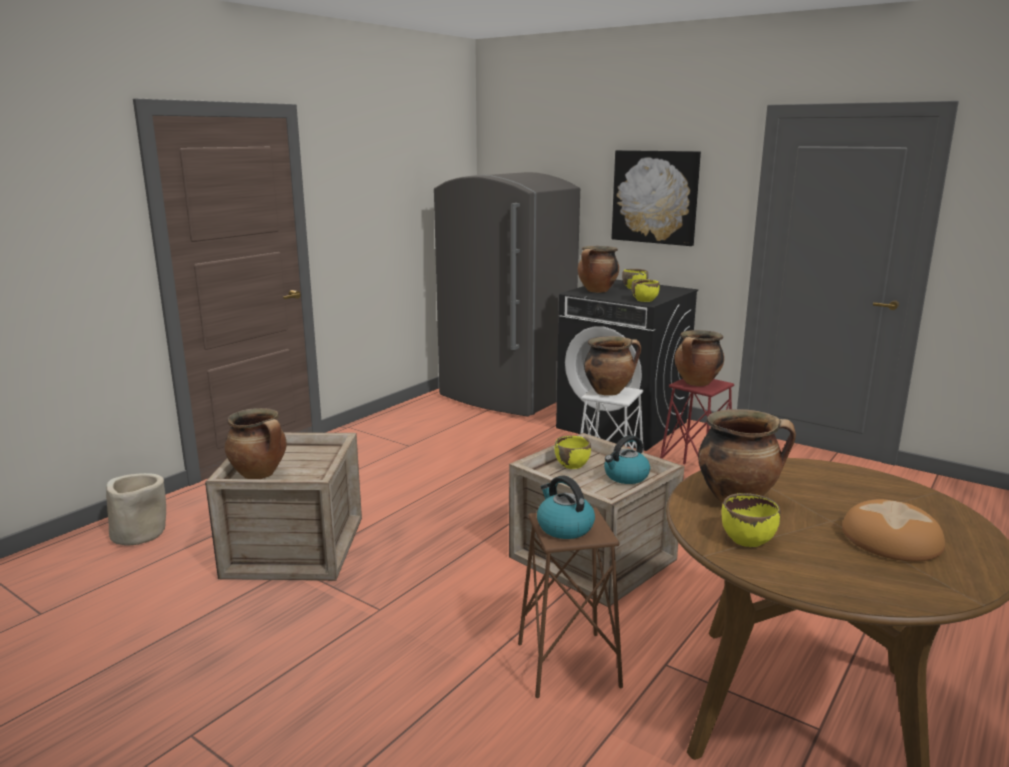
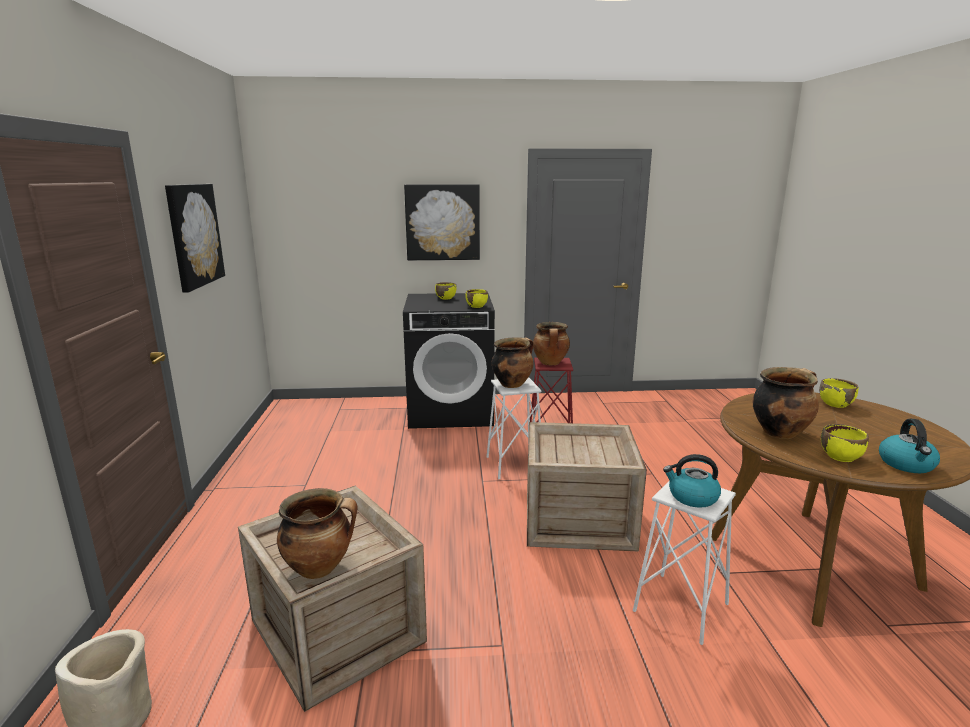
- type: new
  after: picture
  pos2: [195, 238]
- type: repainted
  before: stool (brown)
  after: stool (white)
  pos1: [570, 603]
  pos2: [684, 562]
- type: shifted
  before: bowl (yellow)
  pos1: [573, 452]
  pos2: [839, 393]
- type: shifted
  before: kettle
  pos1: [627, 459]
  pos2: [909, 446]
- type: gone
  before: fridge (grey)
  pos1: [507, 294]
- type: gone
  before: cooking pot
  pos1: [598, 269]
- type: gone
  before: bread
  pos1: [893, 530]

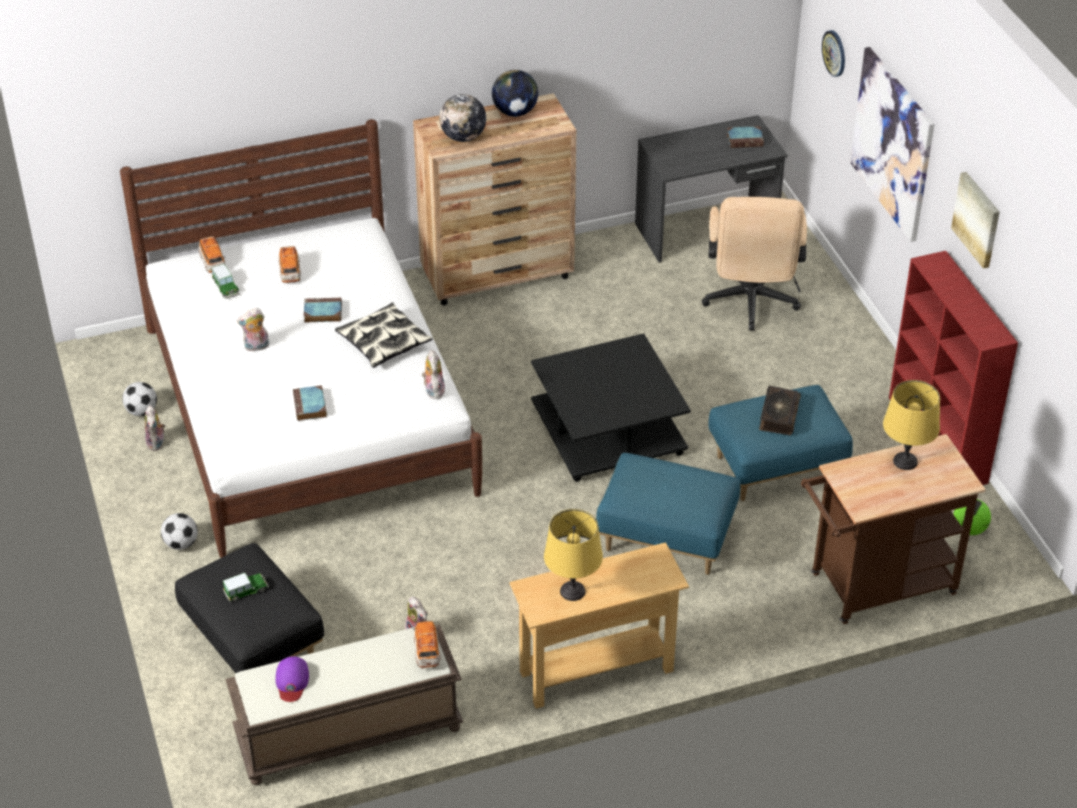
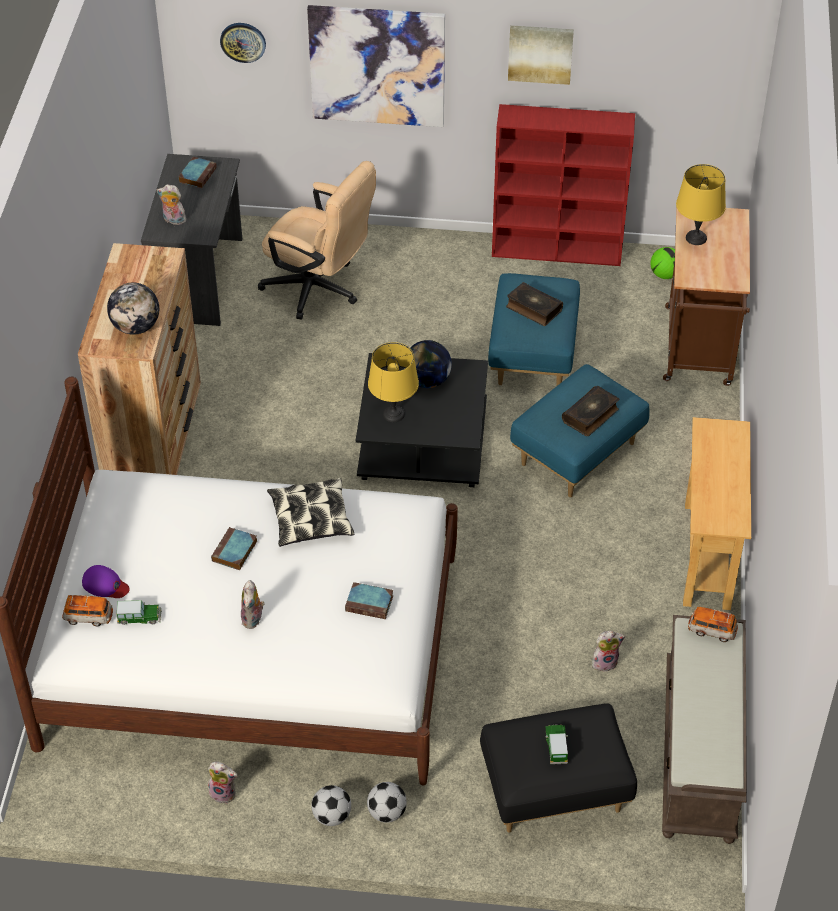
- type: shifted
  before: cap (purple)
  pos1: [292, 679]
  pos2: [106, 581]
- type: shifted
  before: plush toy
  pos1: [433, 374]
  pos2: [172, 204]
- type: shifted
  before: football
  pos1: [139, 399]
  pos2: [331, 805]
- type: shifted
  before: table lamp (yellow)
  pos1: [573, 555]
  pos2: [393, 382]
- type: shifted
  before: globe
  pos1: [515, 93]
  pos2: [428, 364]
- type: new
  after: book
  pos2: [591, 411]
- type: gone
  before: toy car
  pos1: [290, 264]

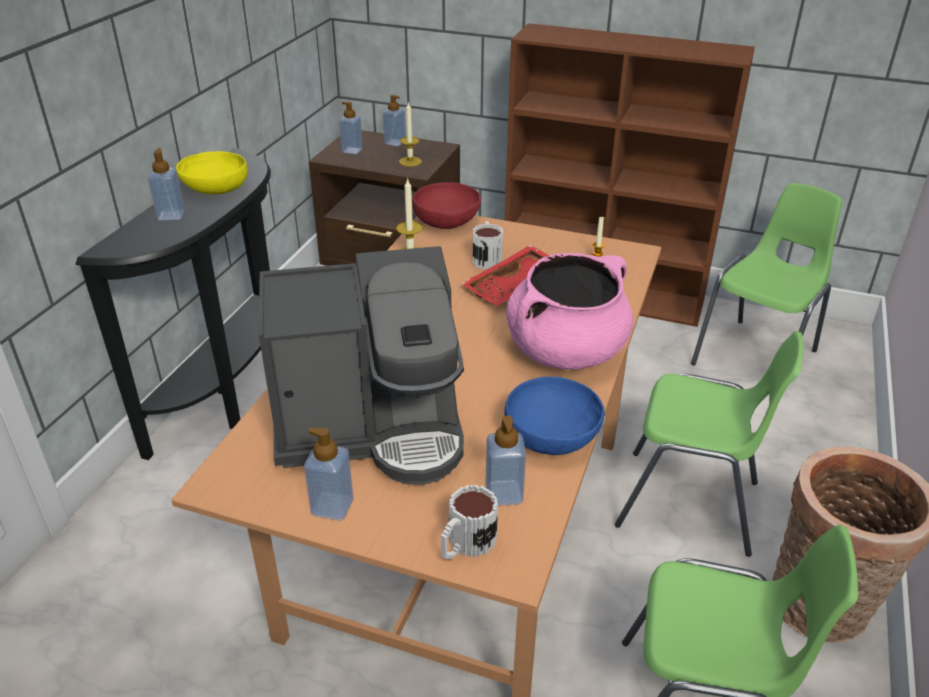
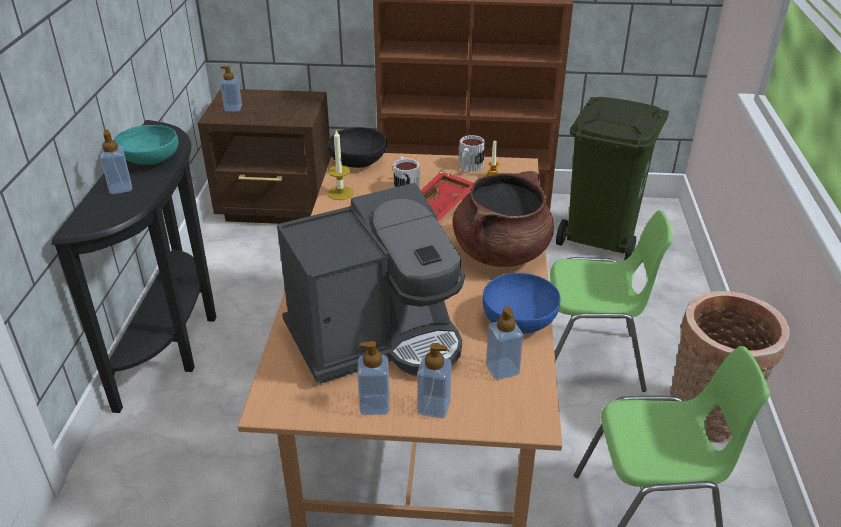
- type: repainted
  before: bowl (yellow)
  after: bowl (turquoise)
  pos1: [212, 172]
  pos2: [146, 145]
- type: repainted
  before: bowl (red)
  after: bowl (black)
  pos1: [446, 205]
  pos2: [357, 147]
- type: shifted
  before: soap dispenser
  pos1: [394, 120]
  pos2: [434, 380]
- type: repainted
  before: cooking pot (pink)
  after: cooking pot (brown)
  pos1: [569, 311]
  pos2: [503, 219]
- type: shifted
  before: mug
  pos1: [469, 522]
  pos2: [472, 154]
- type: swapped
  before: chair (green)
  after: trash can (green)
  pos1: [766, 274]
  pos2: [612, 178]
- type: gone
  before: candle
  pos1: [410, 134]

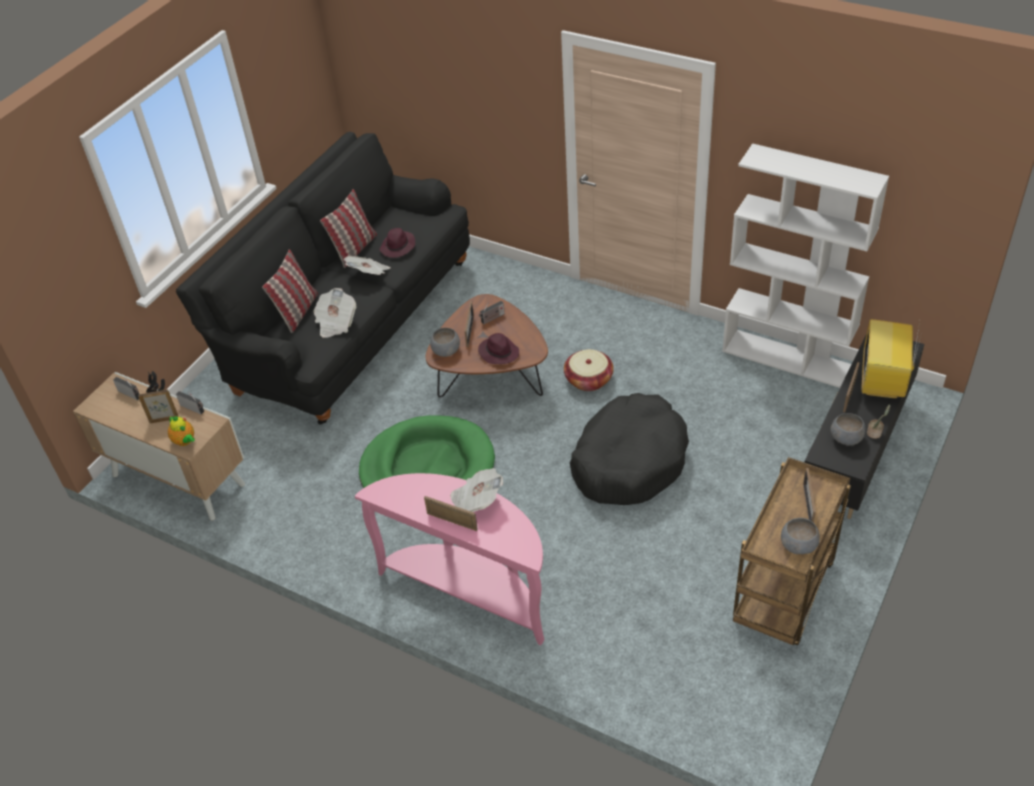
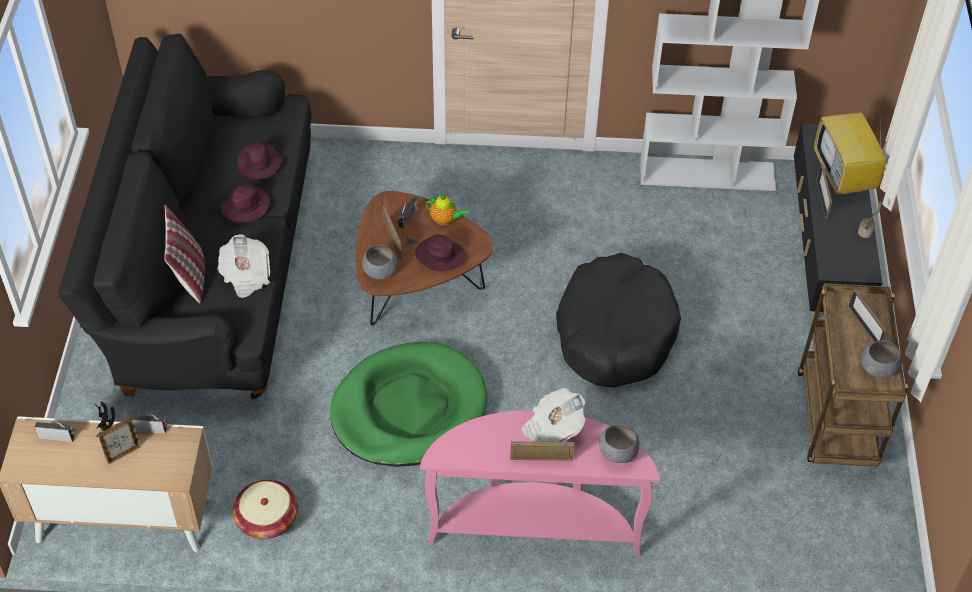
- type: swapped
  before: newspaper
  after: hat (purple)
  pos1: [367, 265]
  pos2: [245, 203]
- type: shifted
  before: basket
  pos1: [589, 370]
  pos2: [265, 509]
- type: shifted
  before: teapot
  pos1: [181, 431]
  pos2: [448, 210]
- type: shifted
  before: bowl (grey)
  pos1: [848, 429]
  pos2: [619, 443]
- type: gone
  before: pillow
  pos1: [348, 228]

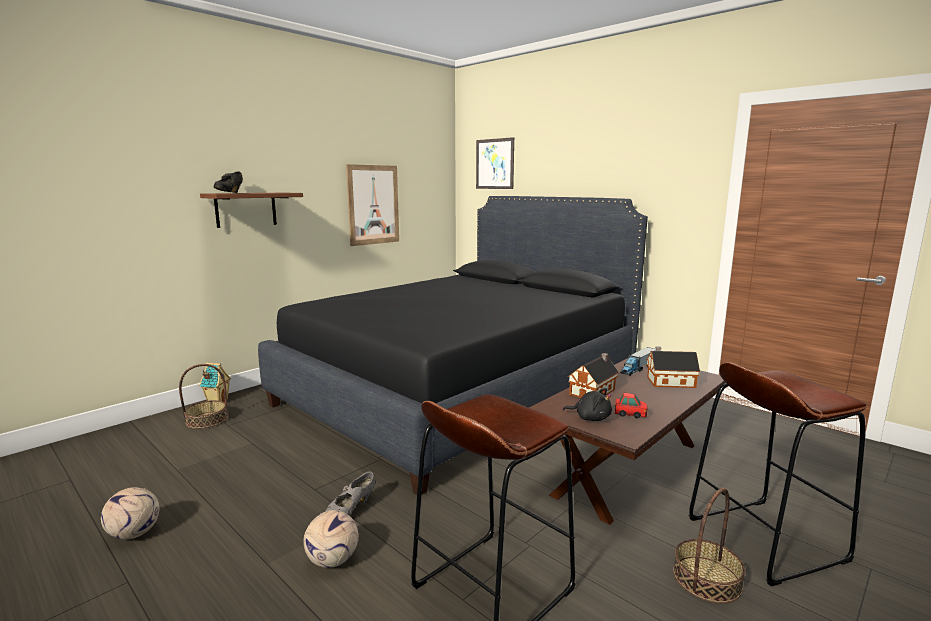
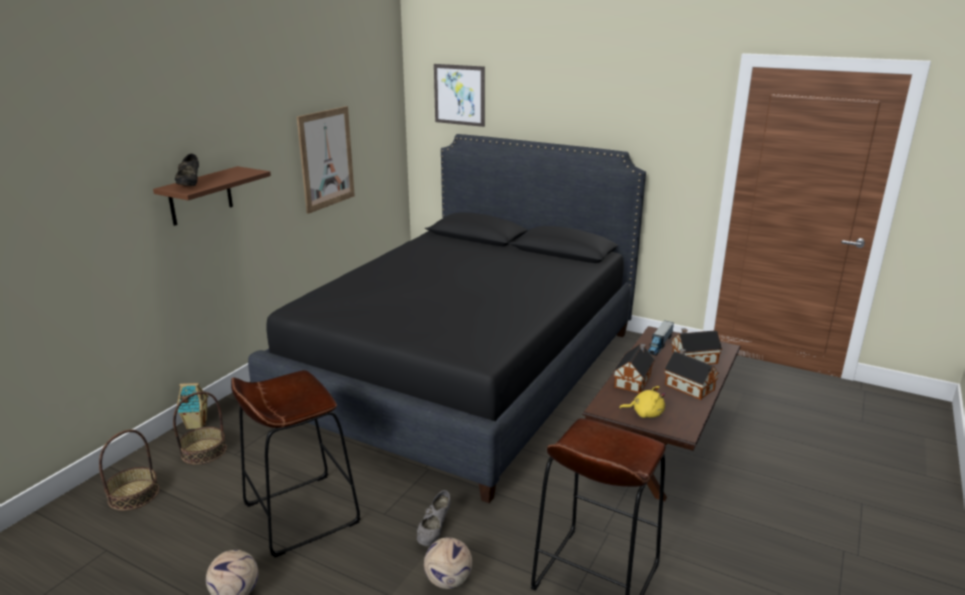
- type: shifted
  before: basket
  pos1: [709, 545]
  pos2: [129, 470]
- type: shifted
  before: stool (brown)
  pos1: [778, 474]
  pos2: [296, 464]
- type: repainted
  before: plush toy (black)
  after: plush toy (yellow)
  pos1: [587, 404]
  pos2: [642, 402]
- type: new
  after: toy house
  pos2: [691, 374]
- type: gone
  before: toy car
  pos1: [631, 405]

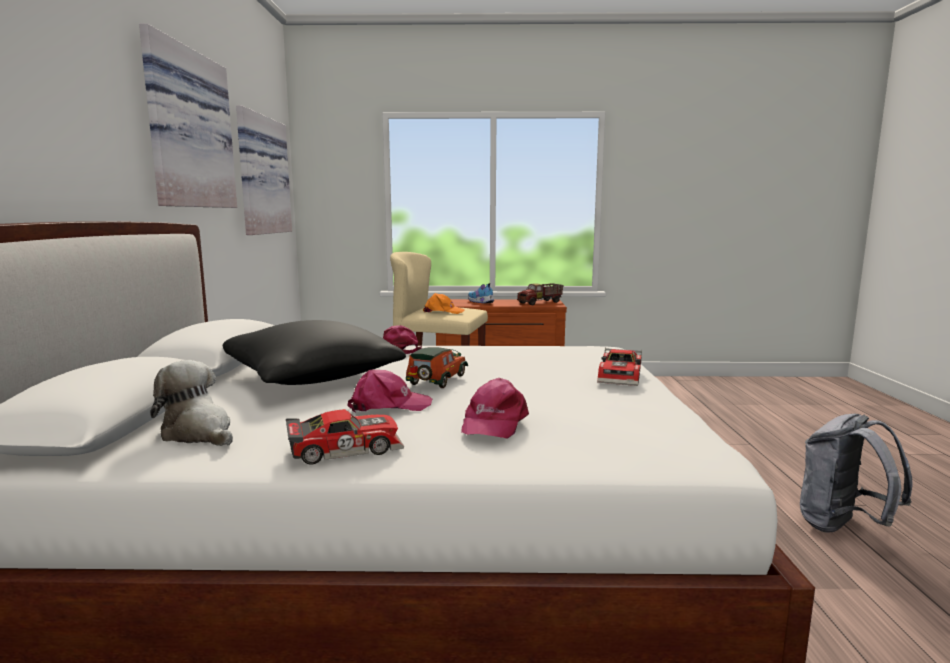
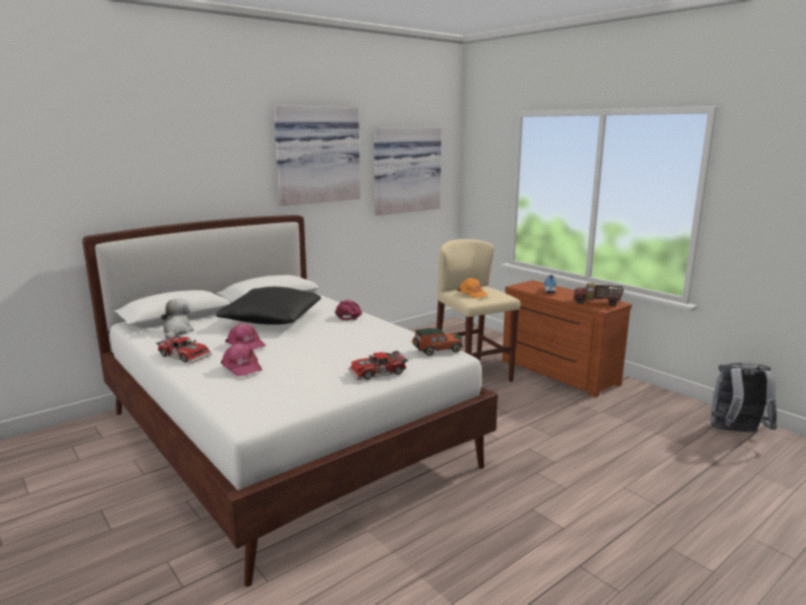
- type: rotated
  before: cap (pink)
  pos1: [495, 408]
  pos2: [241, 359]
  turn: -105
- type: shifted
  before: toy car
  pos1: [437, 367]
  pos2: [437, 342]
- type: shifted
  before: backpack (grey)
  pos1: [856, 473]
  pos2: [743, 397]

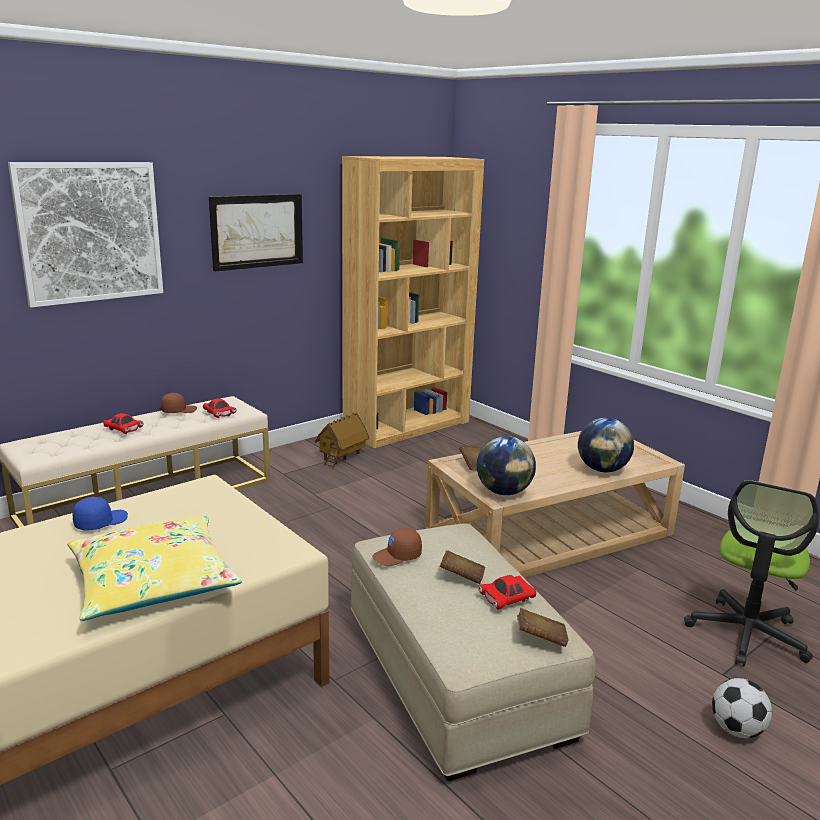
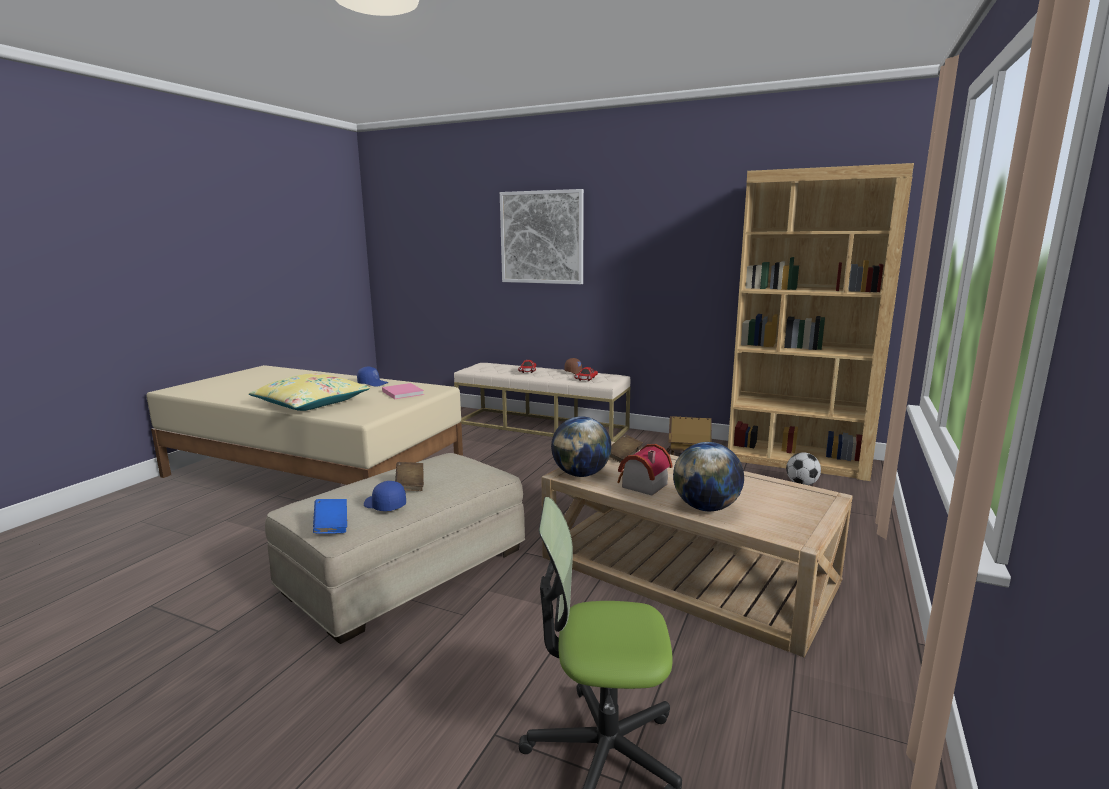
- type: repainted
  before: book (brown)
  after: book (blue)
  pos1: [542, 627]
  pos2: [330, 516]
- type: swapped
  before: toy car (red)
  after: cap (blue)
  pos1: [507, 592]
  pos2: [385, 496]
- type: new
  after: book (pink)
  pos2: [403, 391]
- type: new
  after: toy house
  pos2: [645, 470]
- type: shifted
  before: football
  pos1: [742, 708]
  pos2: [803, 468]
- type: gone
  before: picture
  pos1: [256, 232]
- type: gone
  before: cap (brown)
  pos1: [397, 547]

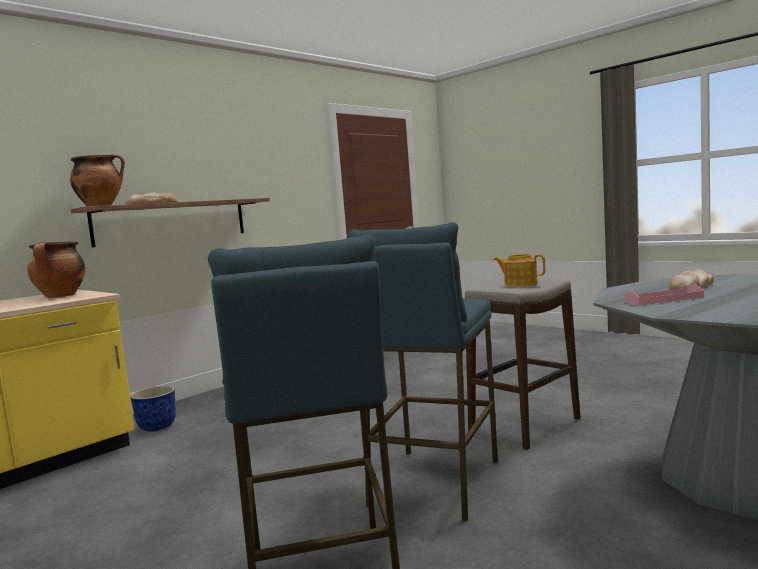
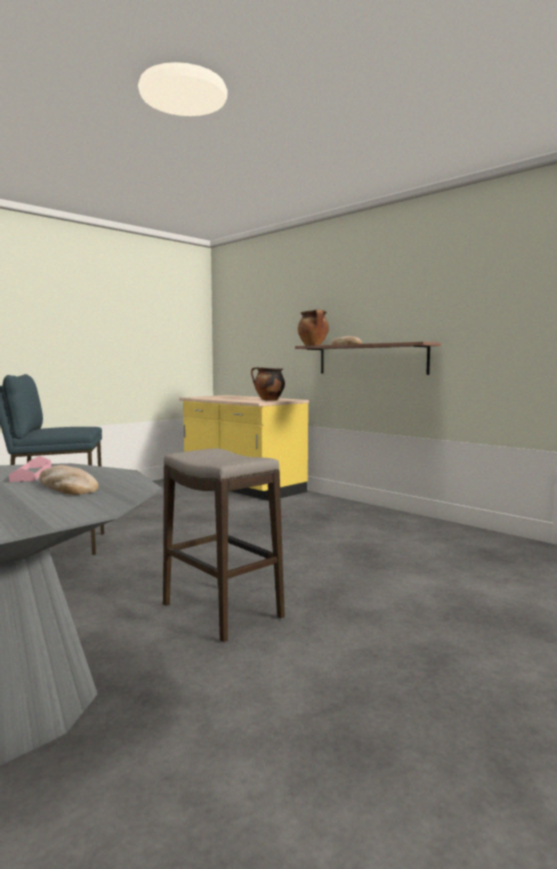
- type: gone
  before: planter
  pos1: [153, 408]
- type: gone
  before: stool (blue)
  pos1: [422, 371]
- type: gone
  before: teapot
  pos1: [519, 270]

